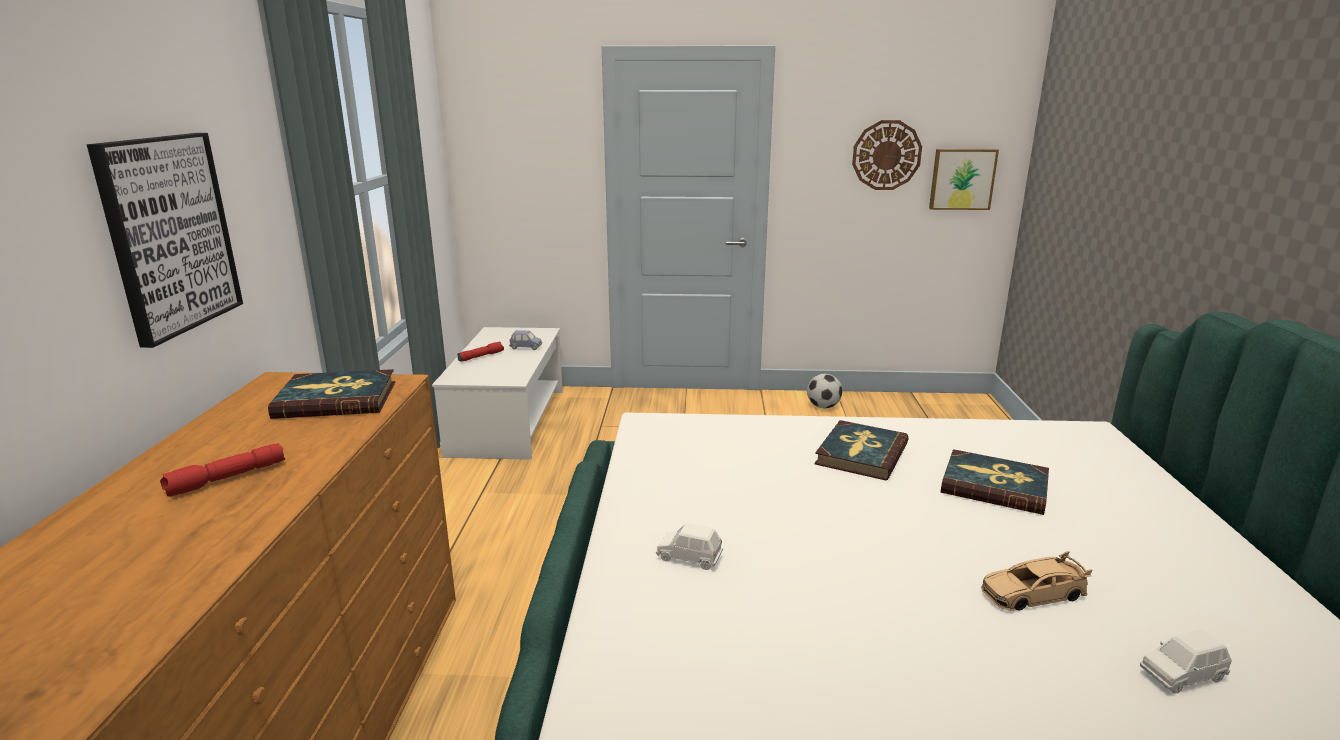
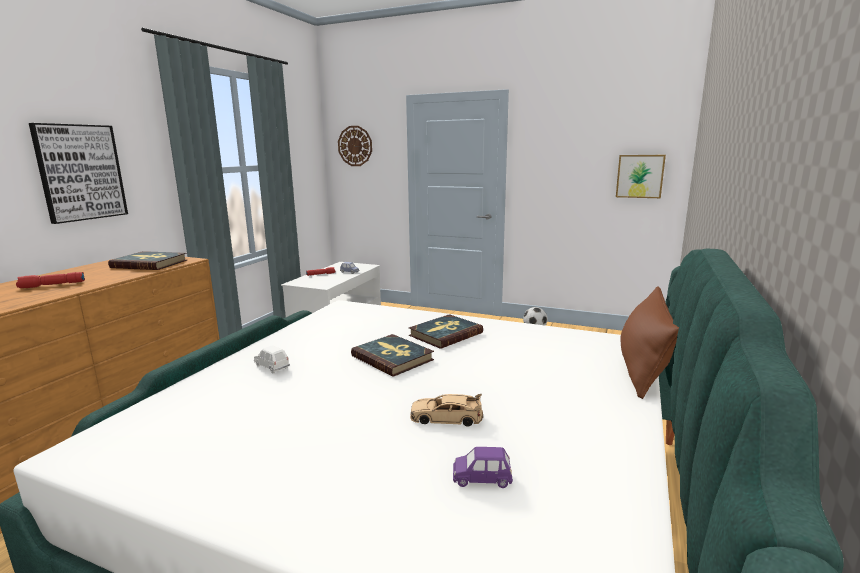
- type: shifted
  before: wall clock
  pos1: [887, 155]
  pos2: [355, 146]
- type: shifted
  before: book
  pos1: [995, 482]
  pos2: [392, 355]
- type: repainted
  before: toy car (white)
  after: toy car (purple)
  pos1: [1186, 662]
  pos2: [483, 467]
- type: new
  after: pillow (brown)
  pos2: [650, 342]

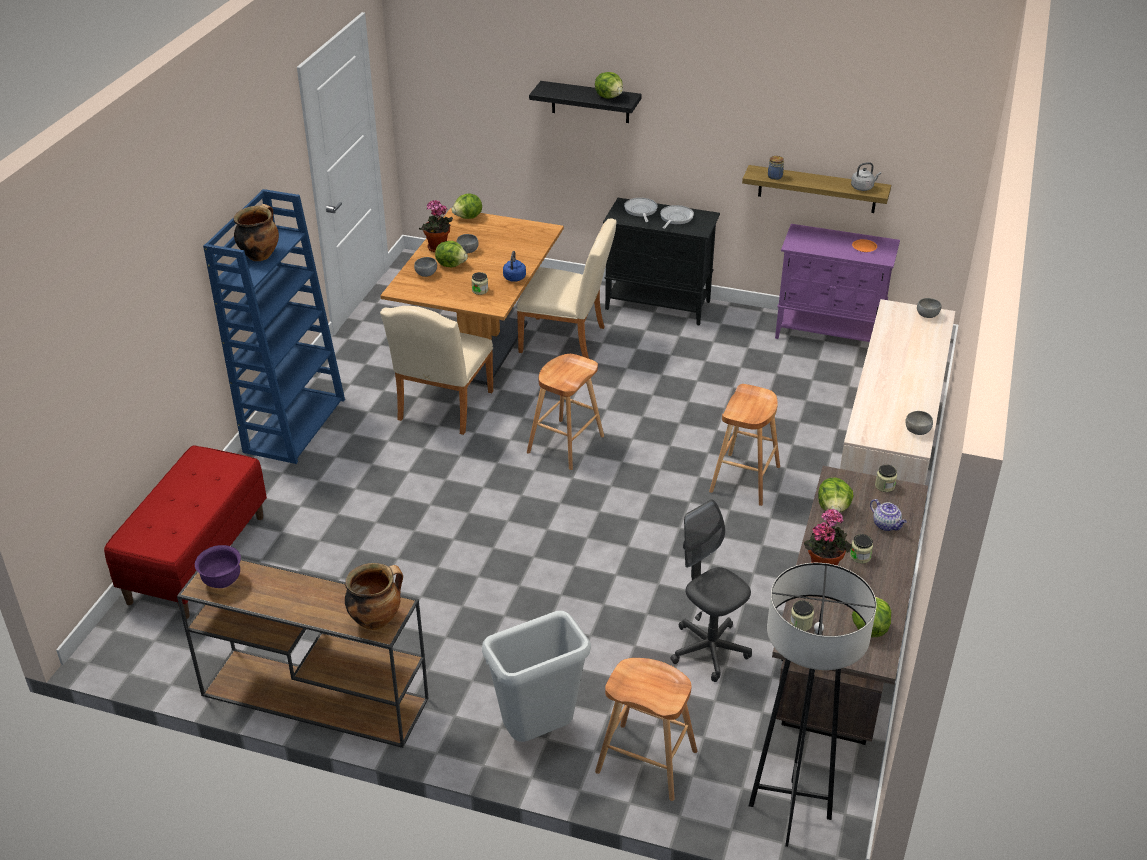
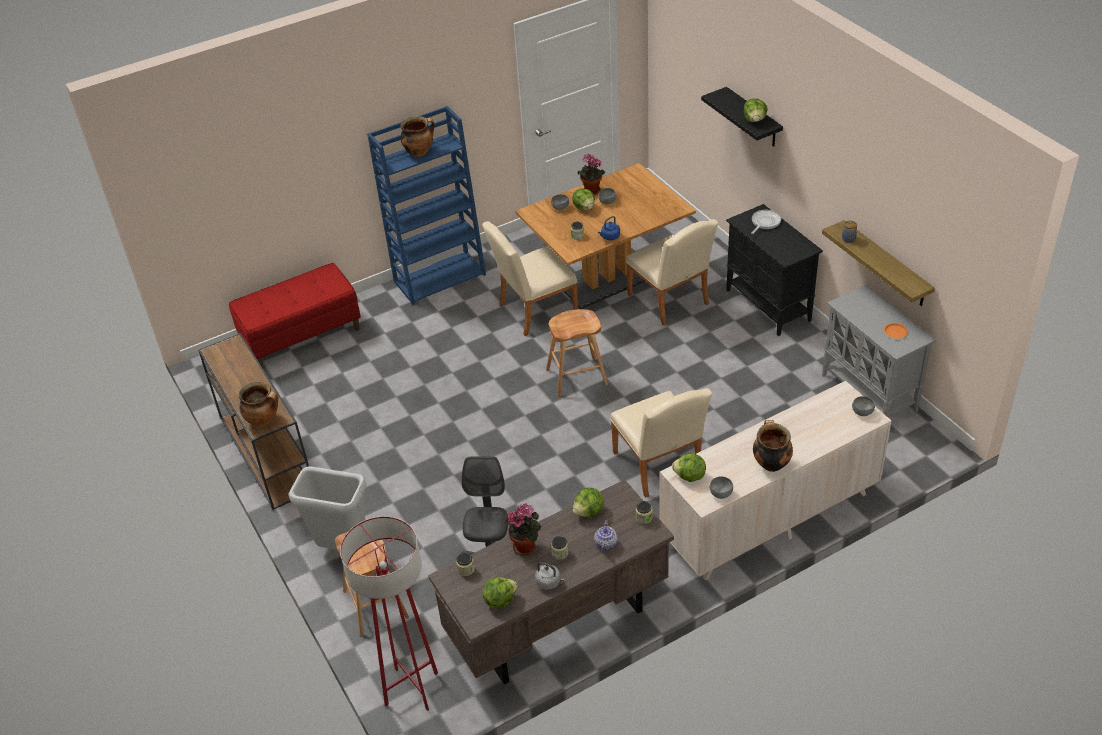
- type: repainted
  before: floor lamp (grey)
  after: floor lamp (red)
  pos1: [813, 705]
  pos2: [389, 613]
- type: shifted
  before: kettle (grey)
  pos1: [866, 176]
  pos2: [550, 576]
- type: swapped
  before: stool (brown)
  after: chair (beige)
  pos1: [744, 445]
  pos2: [661, 443]
- type: shifted
  before: lettuce
  pos1: [467, 206]
  pos2: [689, 468]
- type: new
  after: cooking pot
  pos2: [773, 446]
- type: repainted
  before: cabinet (purple)
  after: cabinet (grey)
  pos1: [837, 283]
  pos2: [879, 351]
- type: gone
  before: bowl (purple)
  pos1: [218, 566]
- type: gone
  before: frying pan
  pos1: [677, 217]

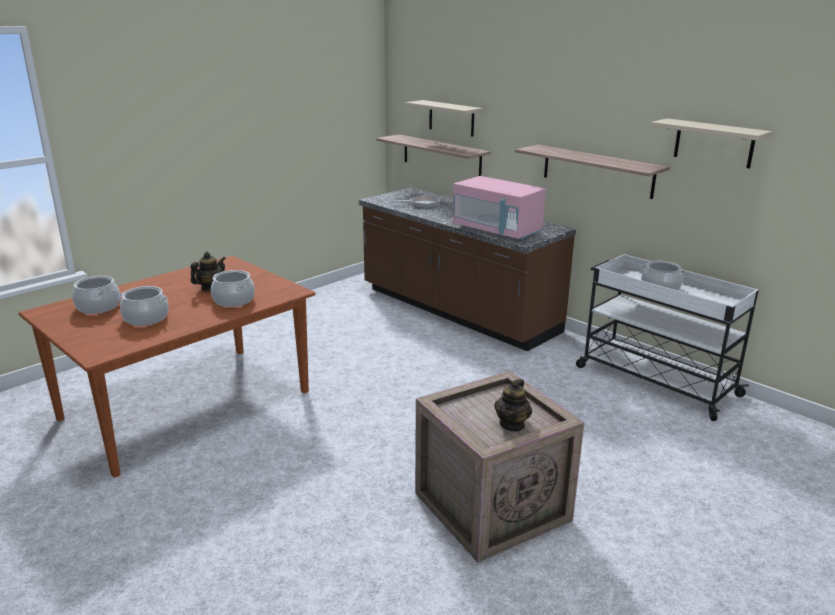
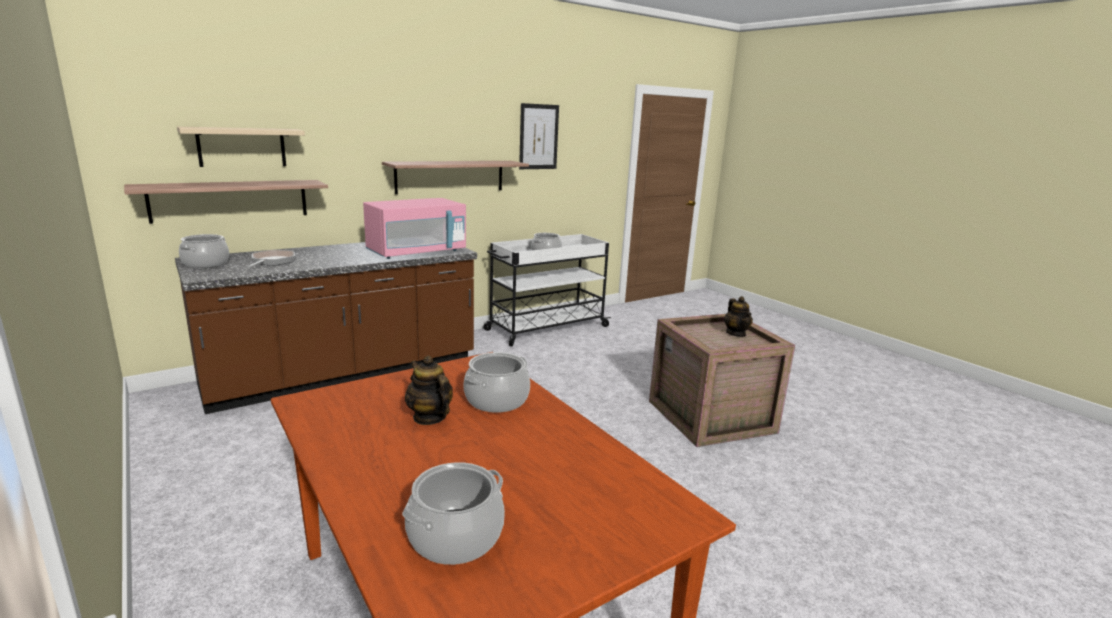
- type: shifted
  before: cooking pot
  pos1: [143, 306]
  pos2: [204, 251]
- type: swapped
  before: shelf (beige)
  after: picture
  pos1: [712, 143]
  pos2: [539, 136]
- type: rotated
  before: teapot
  pos1: [513, 405]
  pos2: [738, 316]
  turn: 45

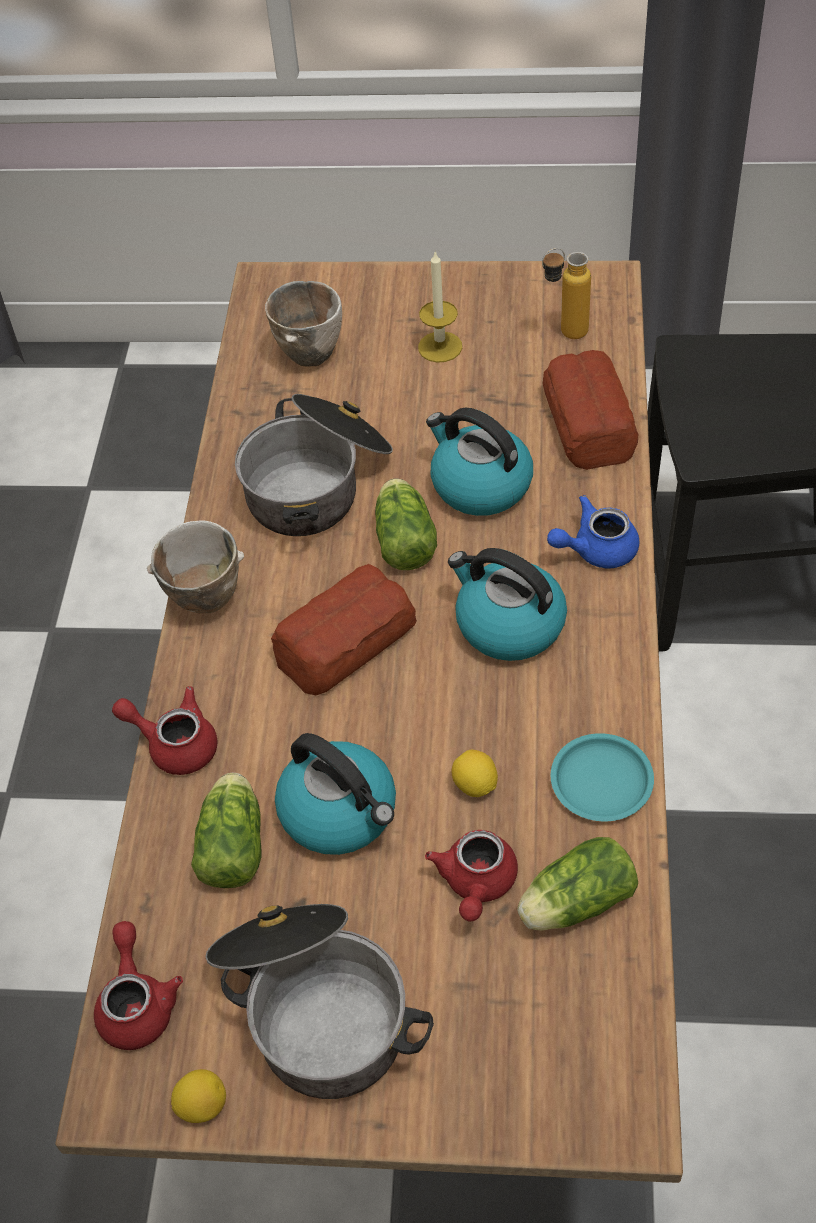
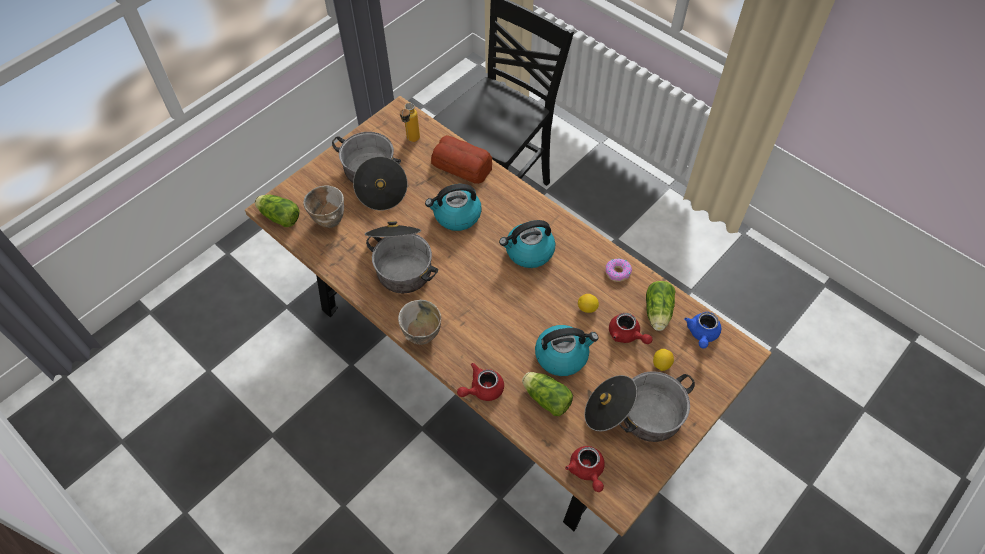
- type: shifted
  before: lettuce
  pos1: [406, 524]
  pos2: [277, 210]
- type: swapped
  before: candle
  after: cooking pot
  pos1: [440, 306]
  pos2: [370, 171]
- type: rotated
  before: teapot (red)
  pos1: [138, 985]
  pos2: [585, 469]
  turn: -135
- type: swapped
  before: plate (turquoise)
  after: donut
  pos1: [602, 777]
  pos2: [618, 270]
- type: shifted
  before: lemon
  pos1: [198, 1096]
  pos2: [663, 360]
- type: shifted
  before: teapot (blue)
  pos1: [593, 531]
  pos2: [702, 330]
- type: gone
  before: bread
  pos1: [344, 629]

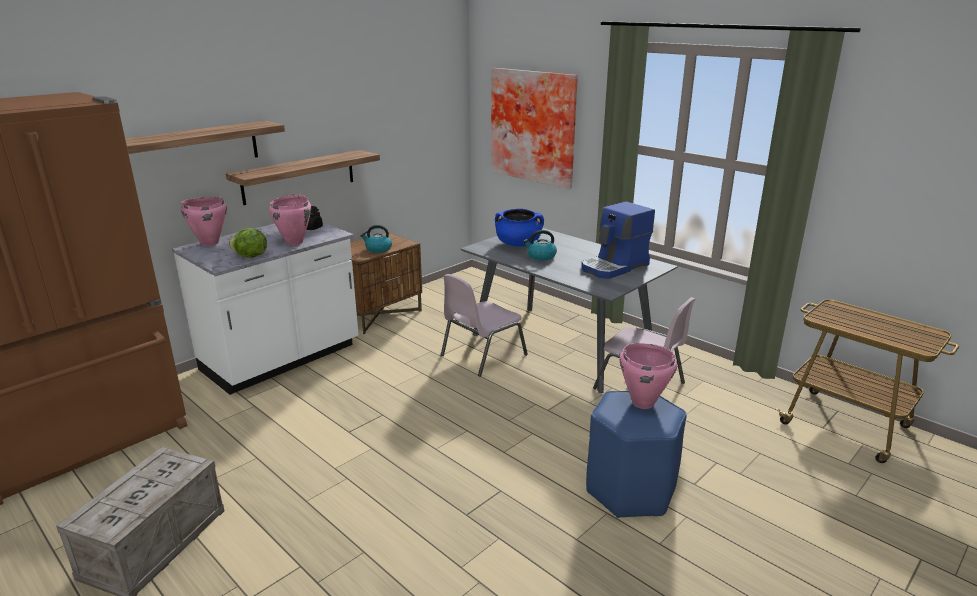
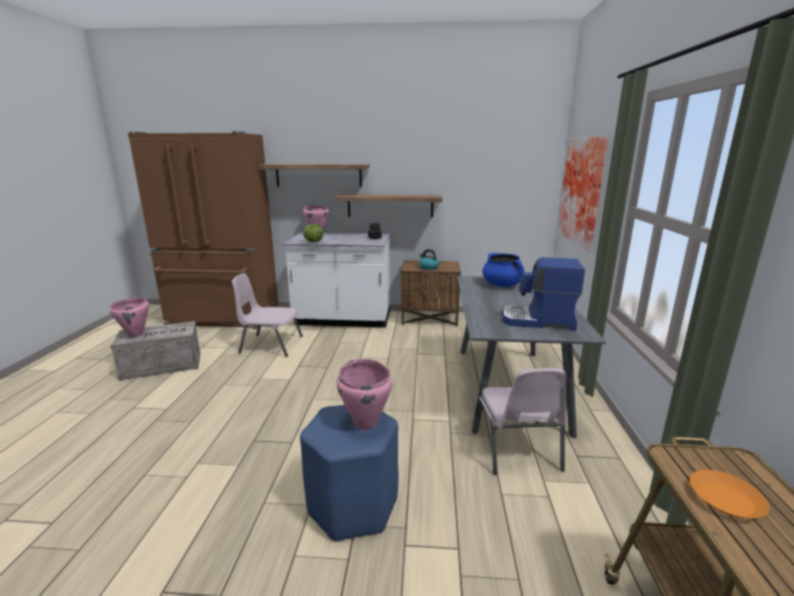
- type: shifted
  before: cooking pot (pink)
  pos1: [290, 219]
  pos2: [129, 317]
- type: shifted
  before: chair (pink)
  pos1: [484, 325]
  pos2: [267, 315]
- type: new
  after: plate (orange)
  pos2: [729, 494]
- type: gone
  before: kettle
  pos1: [540, 245]

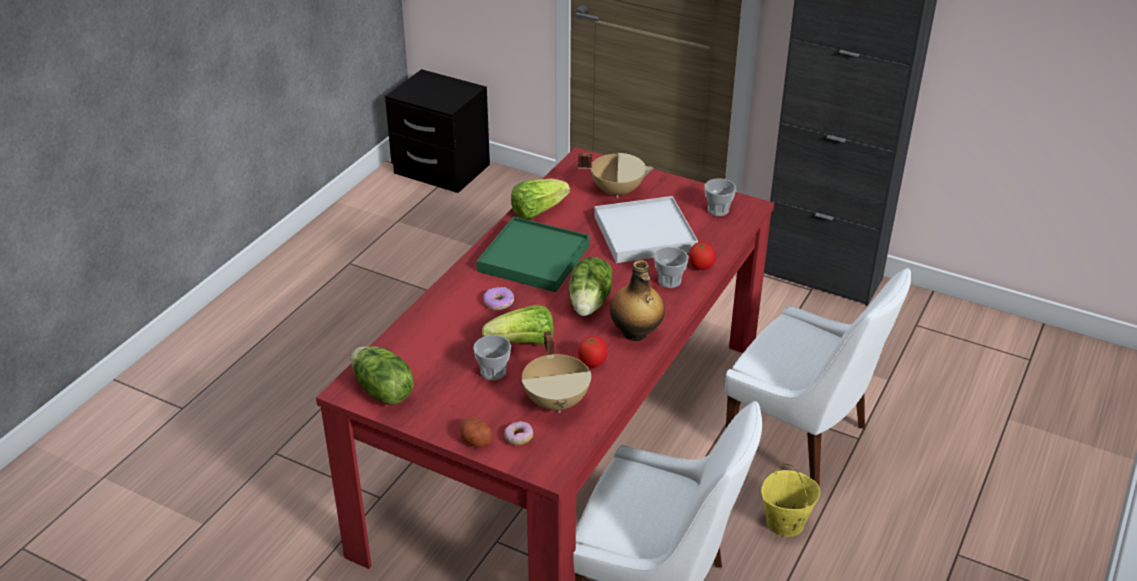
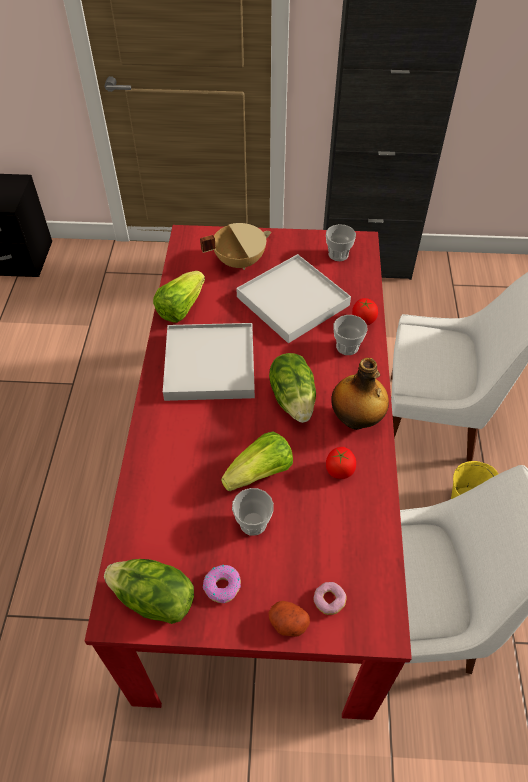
- type: repainted
  before: tray (green)
  after: tray (white)
  pos1: [533, 254]
  pos2: [209, 362]
- type: shifted
  before: donut
  pos1: [498, 298]
  pos2: [222, 584]
- type: gone
  before: cooking pot (beige)
  pos1: [556, 372]

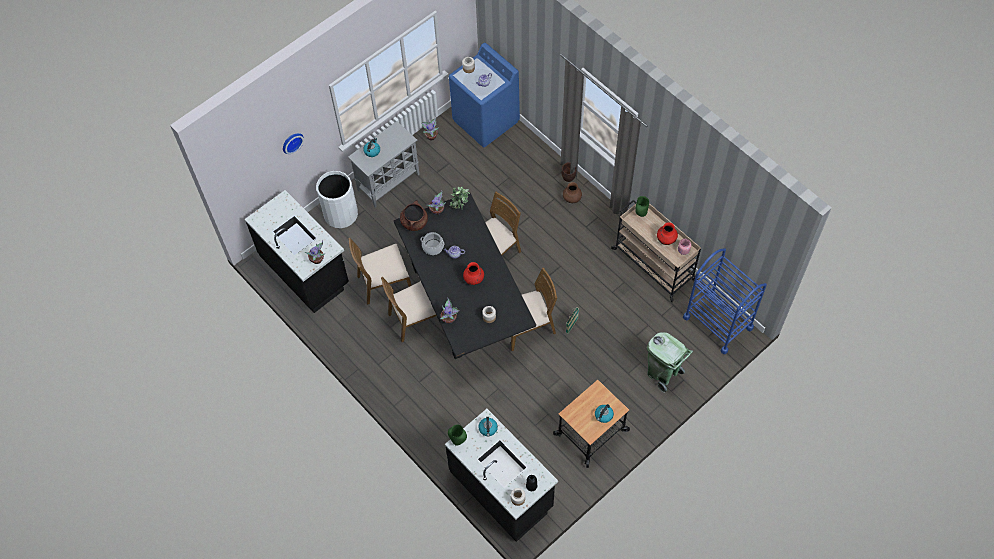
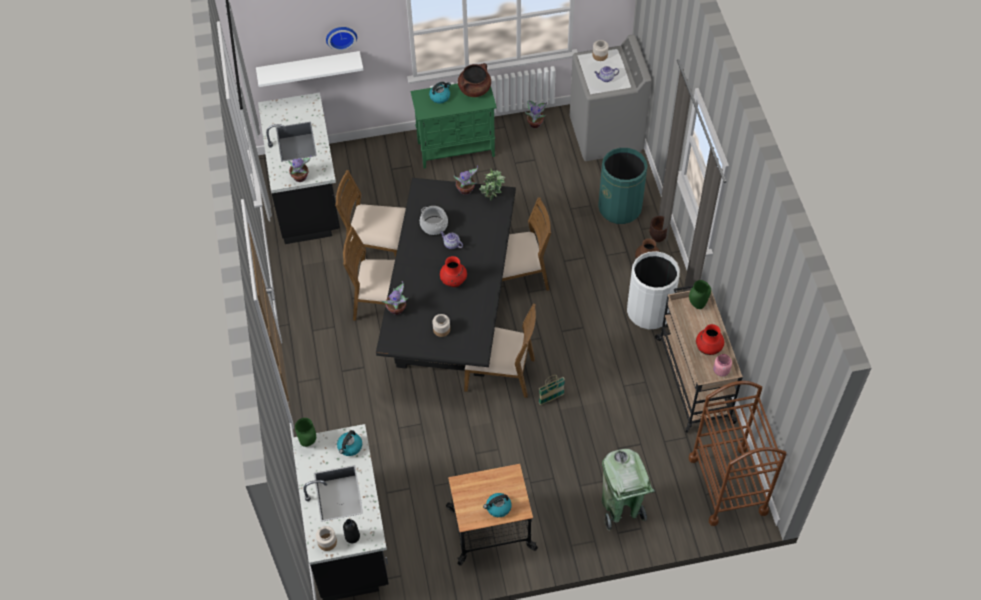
- type: new
  after: shelf (white)
  pos2: [309, 69]
- type: repainted
  before: cabinet (grey)
  after: cabinet (green)
  pos1: [384, 164]
  pos2: [454, 125]
- type: shifted
  before: cooking pot (brown)
  pos1: [414, 215]
  pos2: [474, 80]
- type: repainted
  before: washing machine (blue)
  after: washing machine (grey)
  pos1: [484, 95]
  pos2: [611, 97]
- type: new
  after: trash can (green)
  pos2: [623, 186]
- type: shifted
  before: trash can (white)
  pos1: [337, 199]
  pos2: [653, 290]
- type: repainted
  before: cart (blue)
  after: cart (brown)
  pos1: [725, 301]
  pos2: [737, 453]

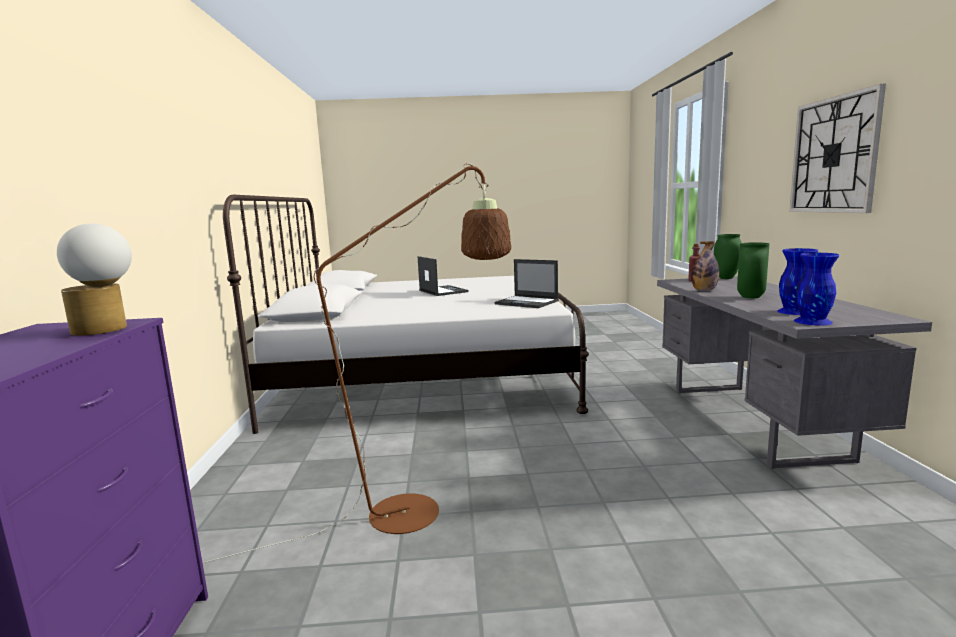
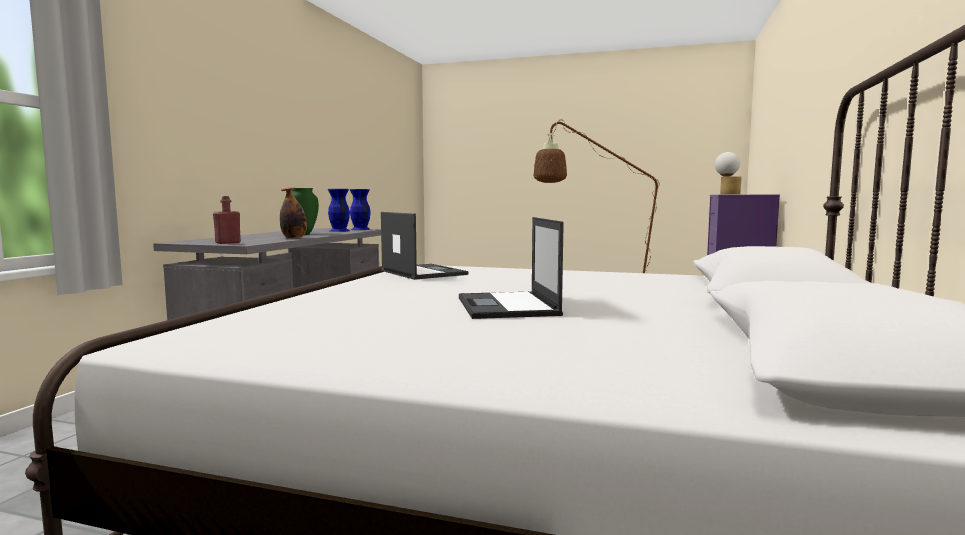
- type: gone
  before: vase (green)
  pos1: [728, 256]
- type: gone
  before: wall clock
  pos1: [837, 148]

